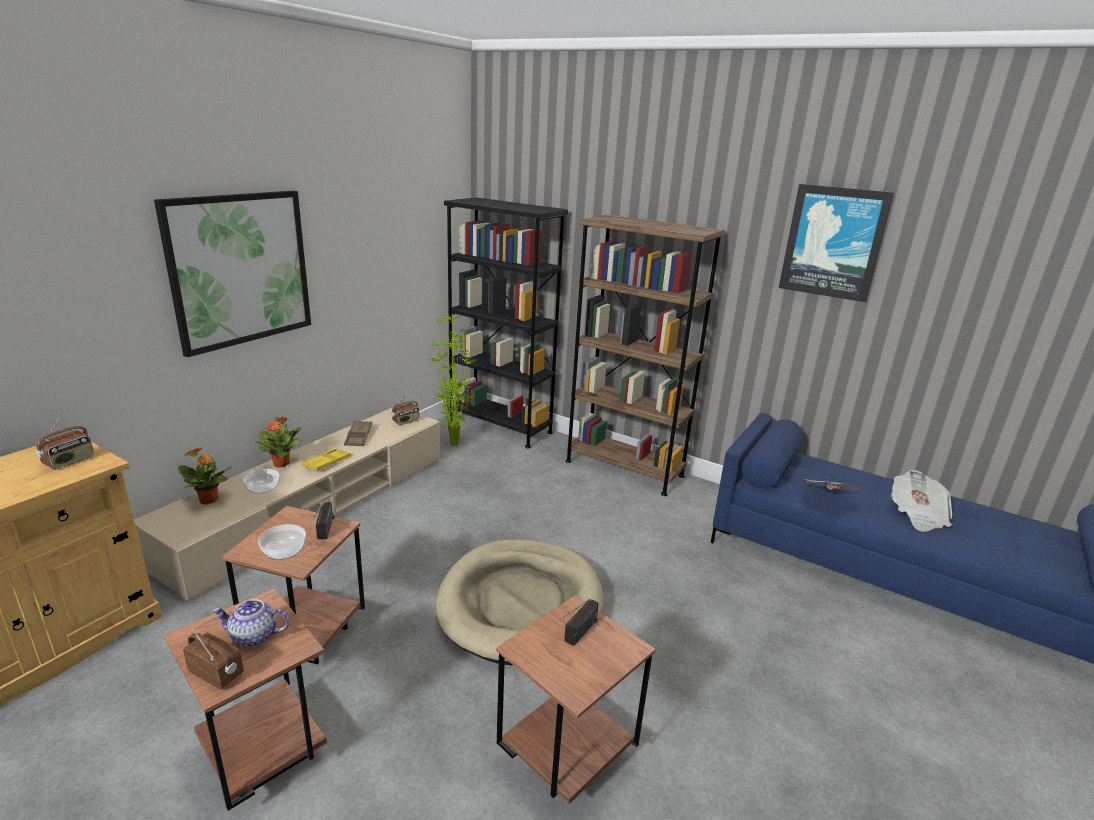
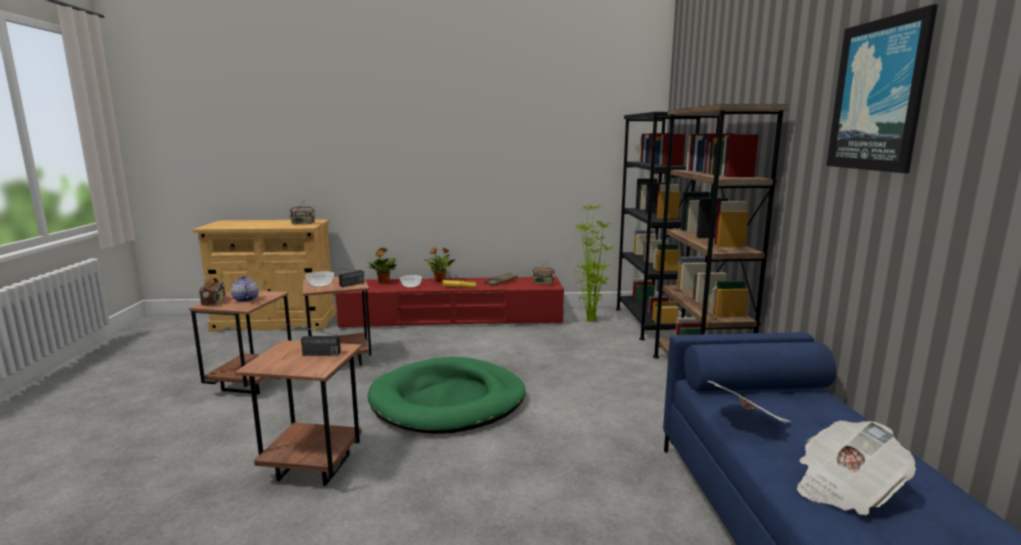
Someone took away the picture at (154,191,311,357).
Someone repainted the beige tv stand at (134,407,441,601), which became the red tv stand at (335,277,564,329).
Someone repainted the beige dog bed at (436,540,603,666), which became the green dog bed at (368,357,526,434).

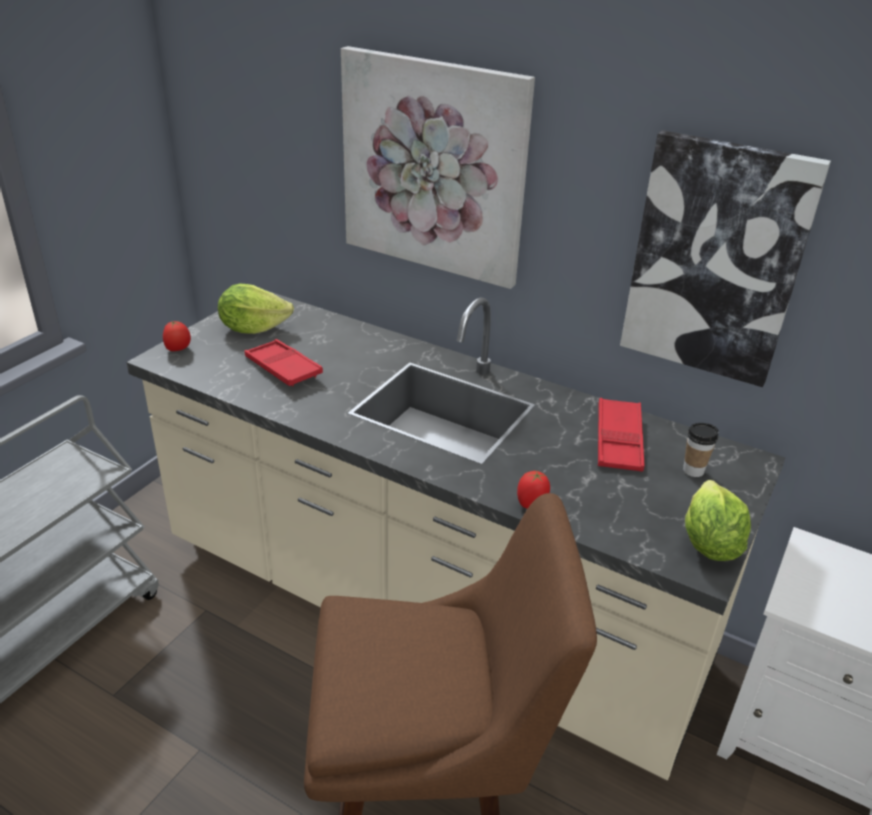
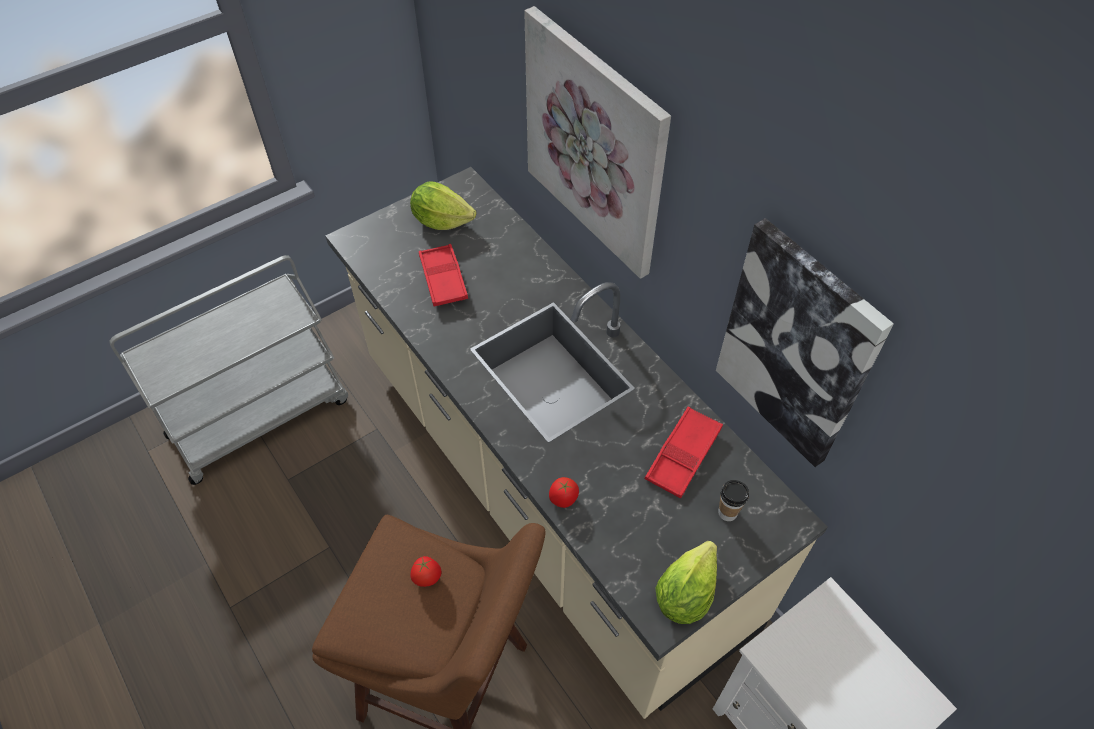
Someone carried the tomato from (163,321,191,351) to (410,556,441,587).

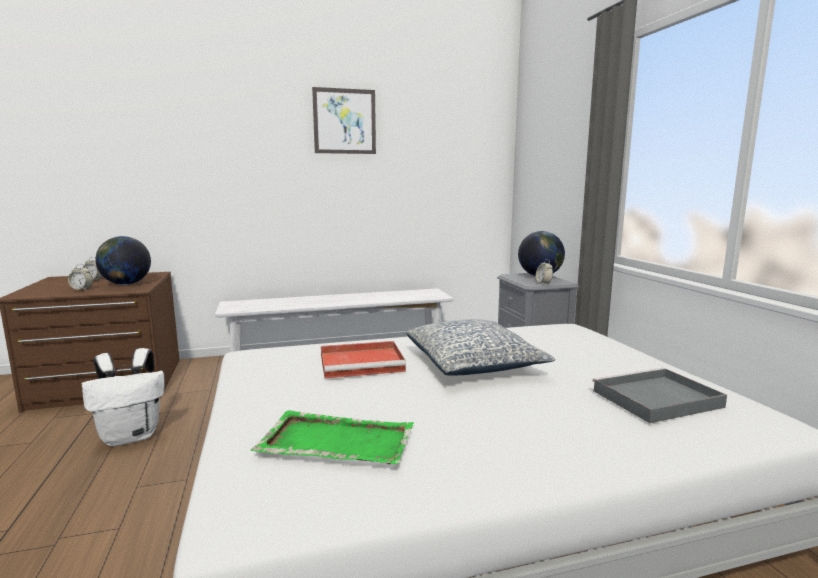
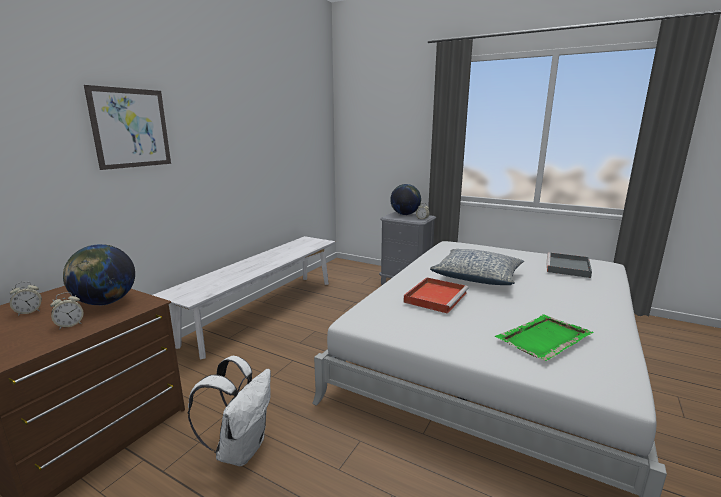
Someone carried the picture from (312,87,376,154) to (84,85,171,170).

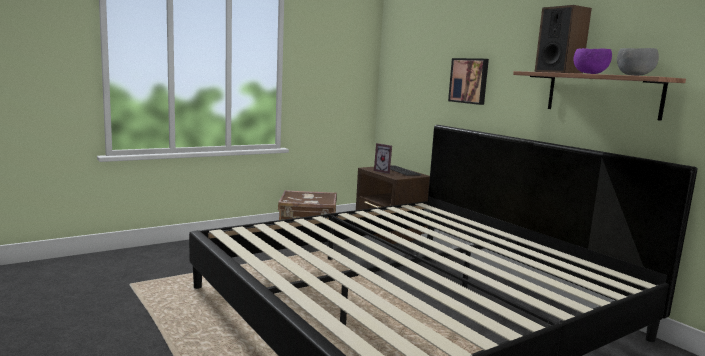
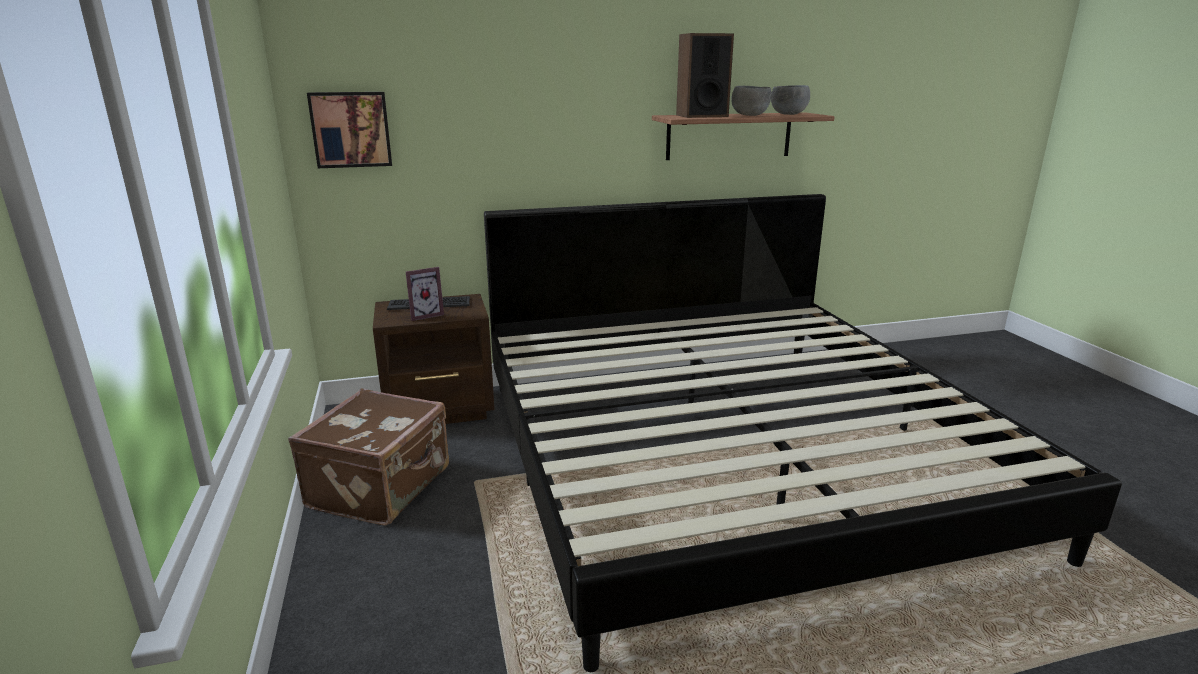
Someone repainted the purple bowl at (574,48,612,74), which became the grey bowl at (732,85,772,116).
Someone carried the picture from (448,58,489,105) to (307,92,392,168).

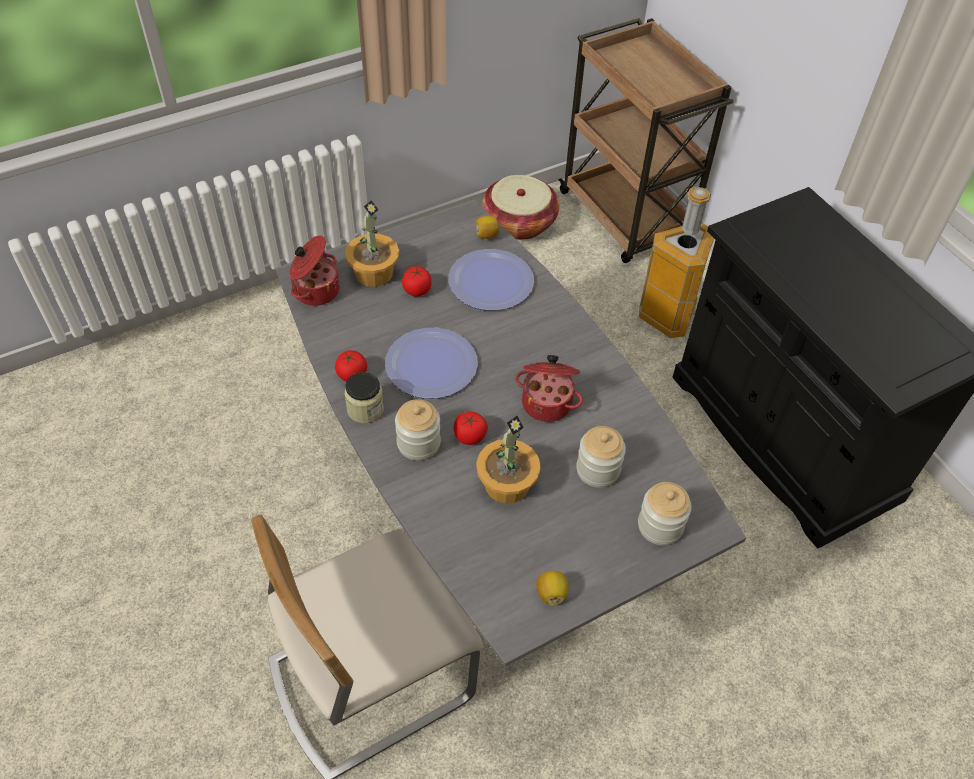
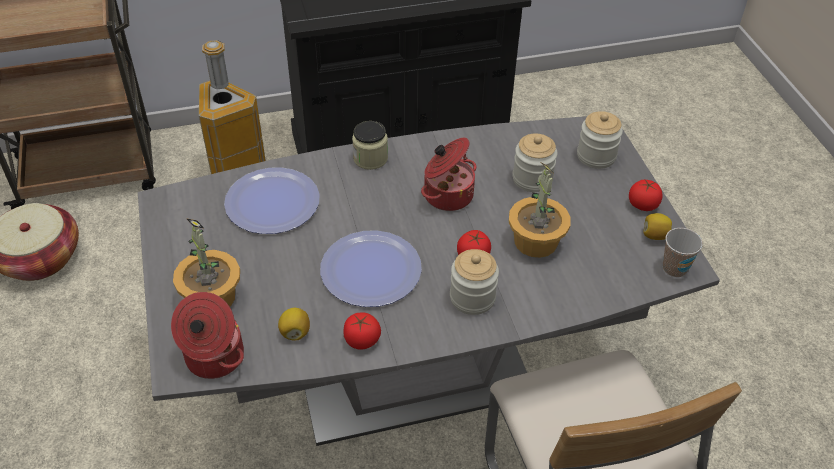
Someone carried the lemon from (476,216,500,239) to (278,308,310,340).
Someone carried the tomato from (402,266,432,297) to (629,180,663,211).
Someone carried the jar from (344,372,384,423) to (352,121,388,170).
Someone put down the cup at (663,228,703,277).

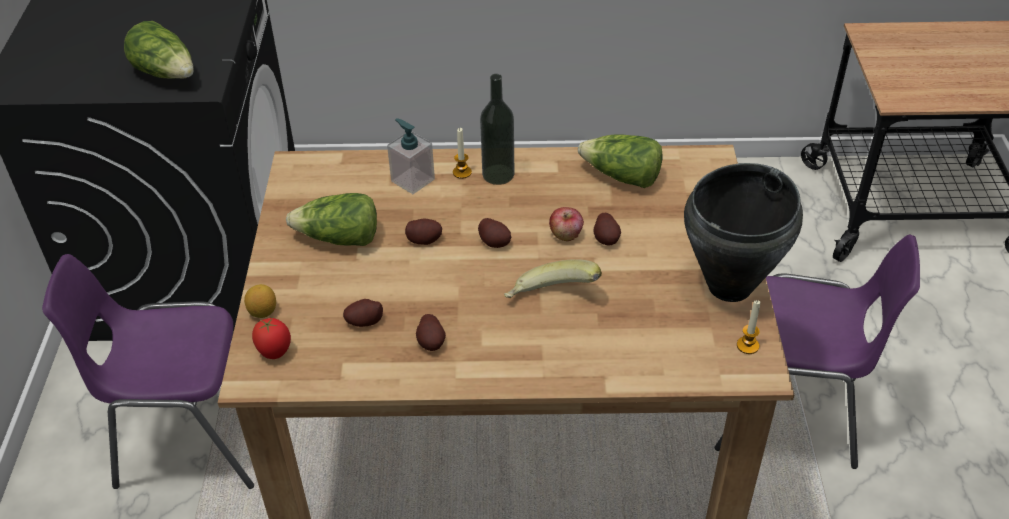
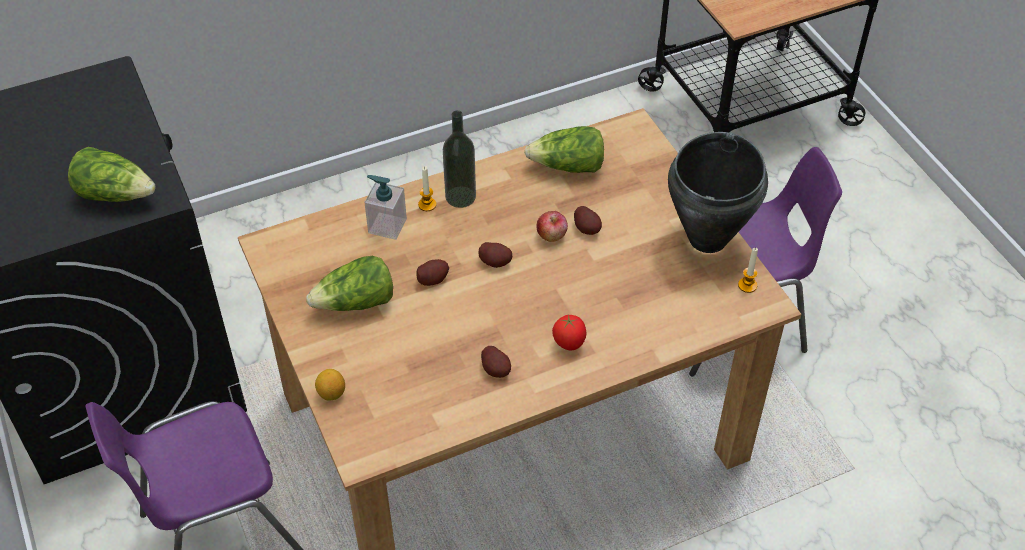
Someone took away the banana at (504,259,602,298).
Someone took away the potato at (343,299,383,327).
Someone carried the tomato from (252,318,291,359) to (552,314,586,350).

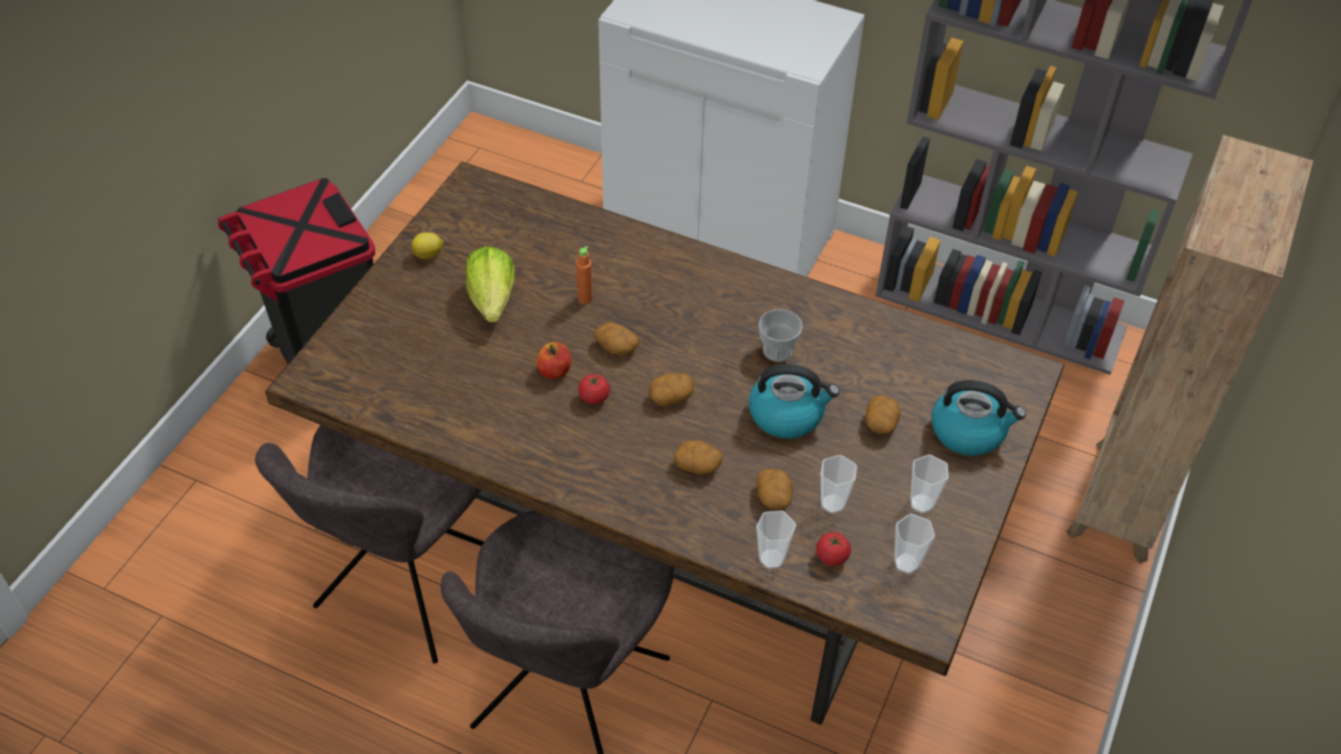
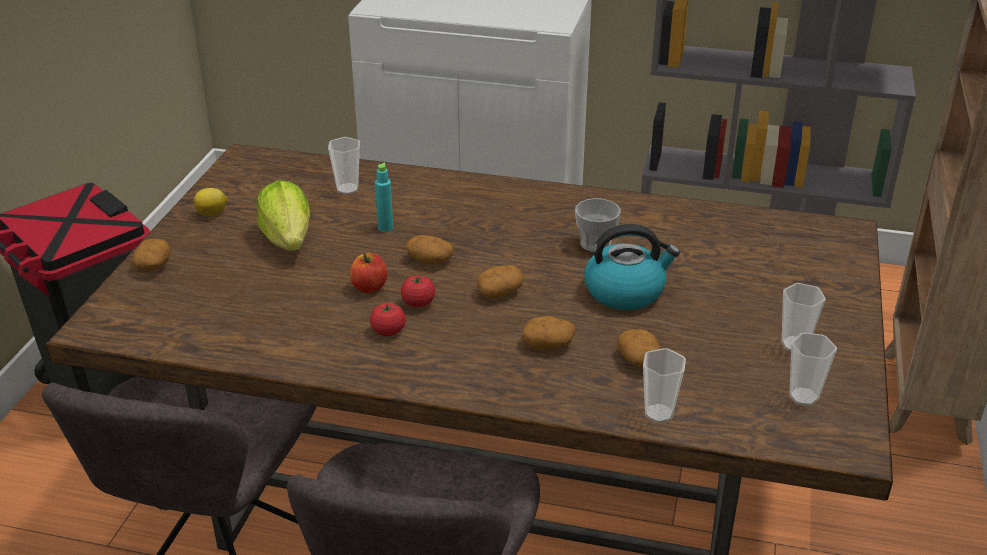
Someone repainted the orange bottle at (576,246,593,304), which became the turquoise bottle at (375,163,393,232).
Someone took away the kettle at (932,380,1026,456).
Someone carried the potato from (866,395,900,434) to (133,239,171,271).
Someone carried the cup from (821,455,857,514) to (328,137,360,195).
Someone carried the tomato from (816,532,851,566) to (370,303,406,336).

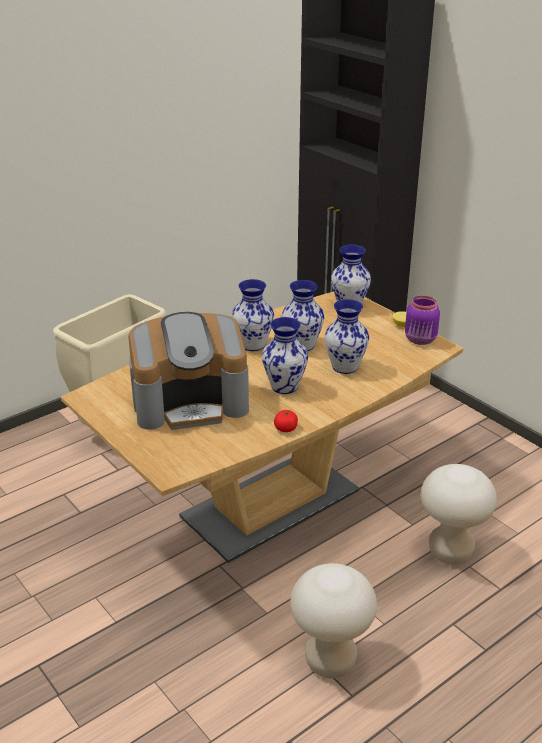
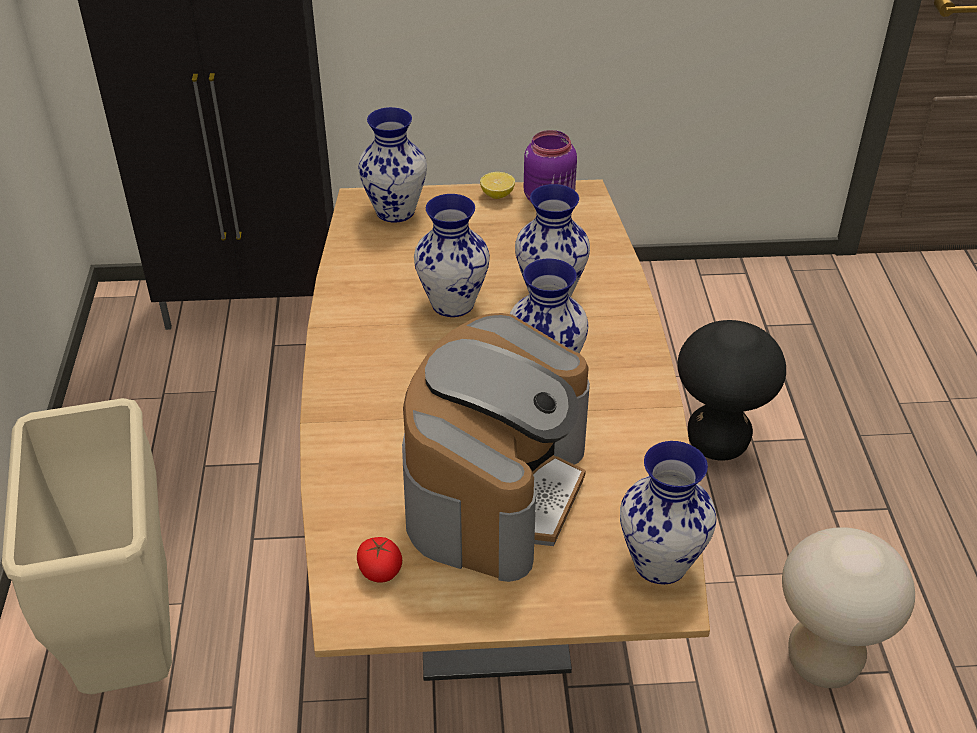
Someone carried the vase from (231,279,274,351) to (620,441,717,584).
Someone carried the tomato from (274,410,298,432) to (357,537,402,583).
Someone repainted the beige stool at (421,464,497,565), which became the black stool at (678,320,786,461).

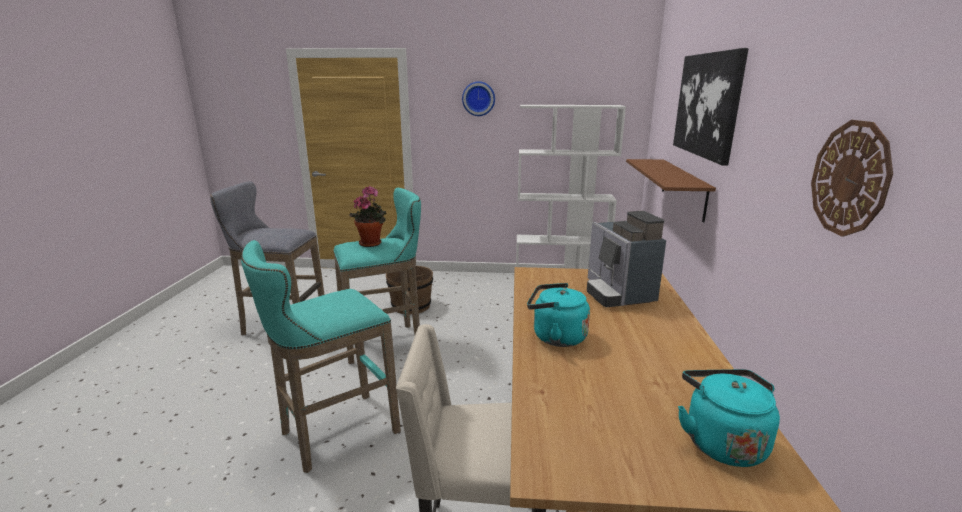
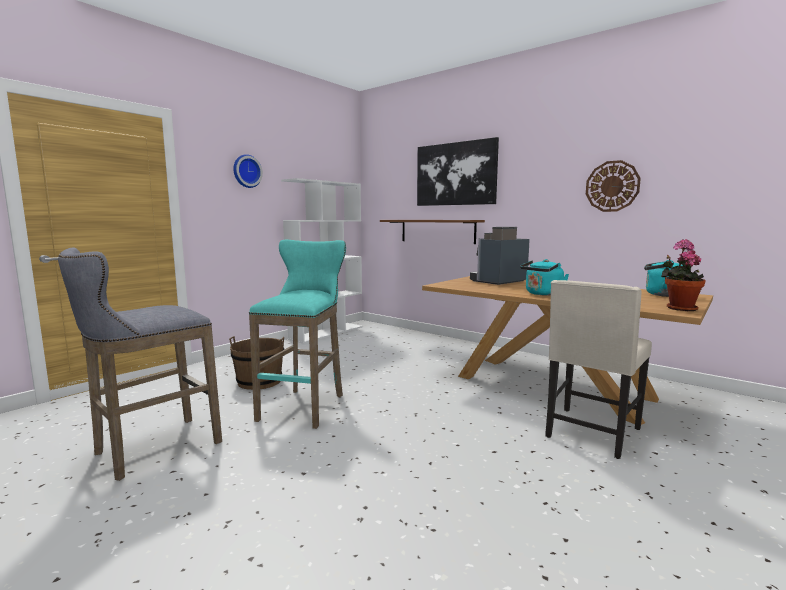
Someone carried the potted plant from (349,186,387,247) to (661,239,706,311).
Someone rotated the coffee machine at (587,211,666,307) by 120 degrees clockwise.
Someone took away the turquoise stool at (241,240,401,473).

